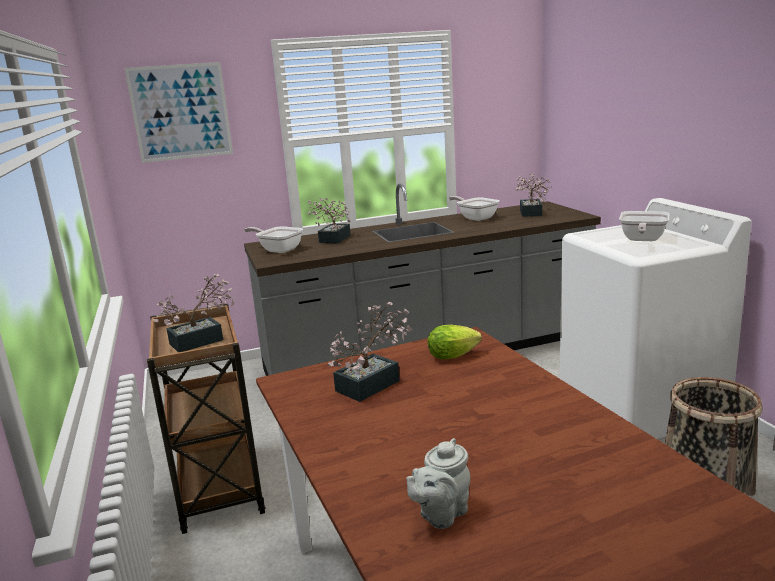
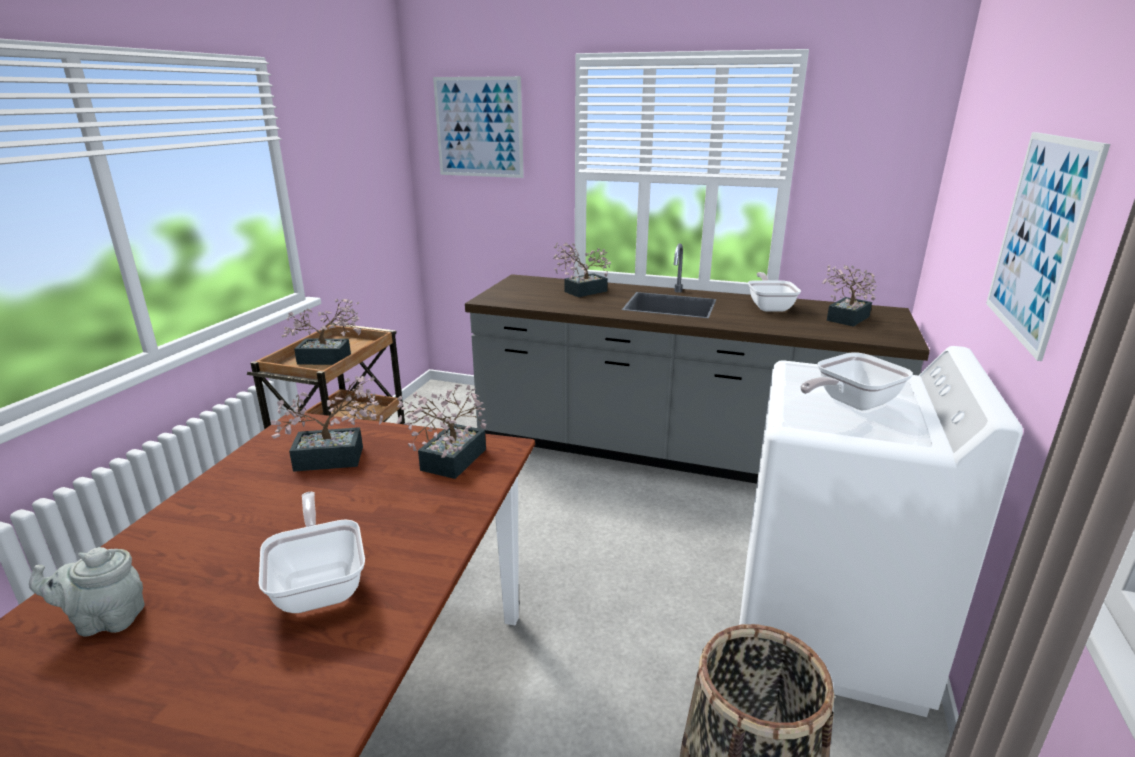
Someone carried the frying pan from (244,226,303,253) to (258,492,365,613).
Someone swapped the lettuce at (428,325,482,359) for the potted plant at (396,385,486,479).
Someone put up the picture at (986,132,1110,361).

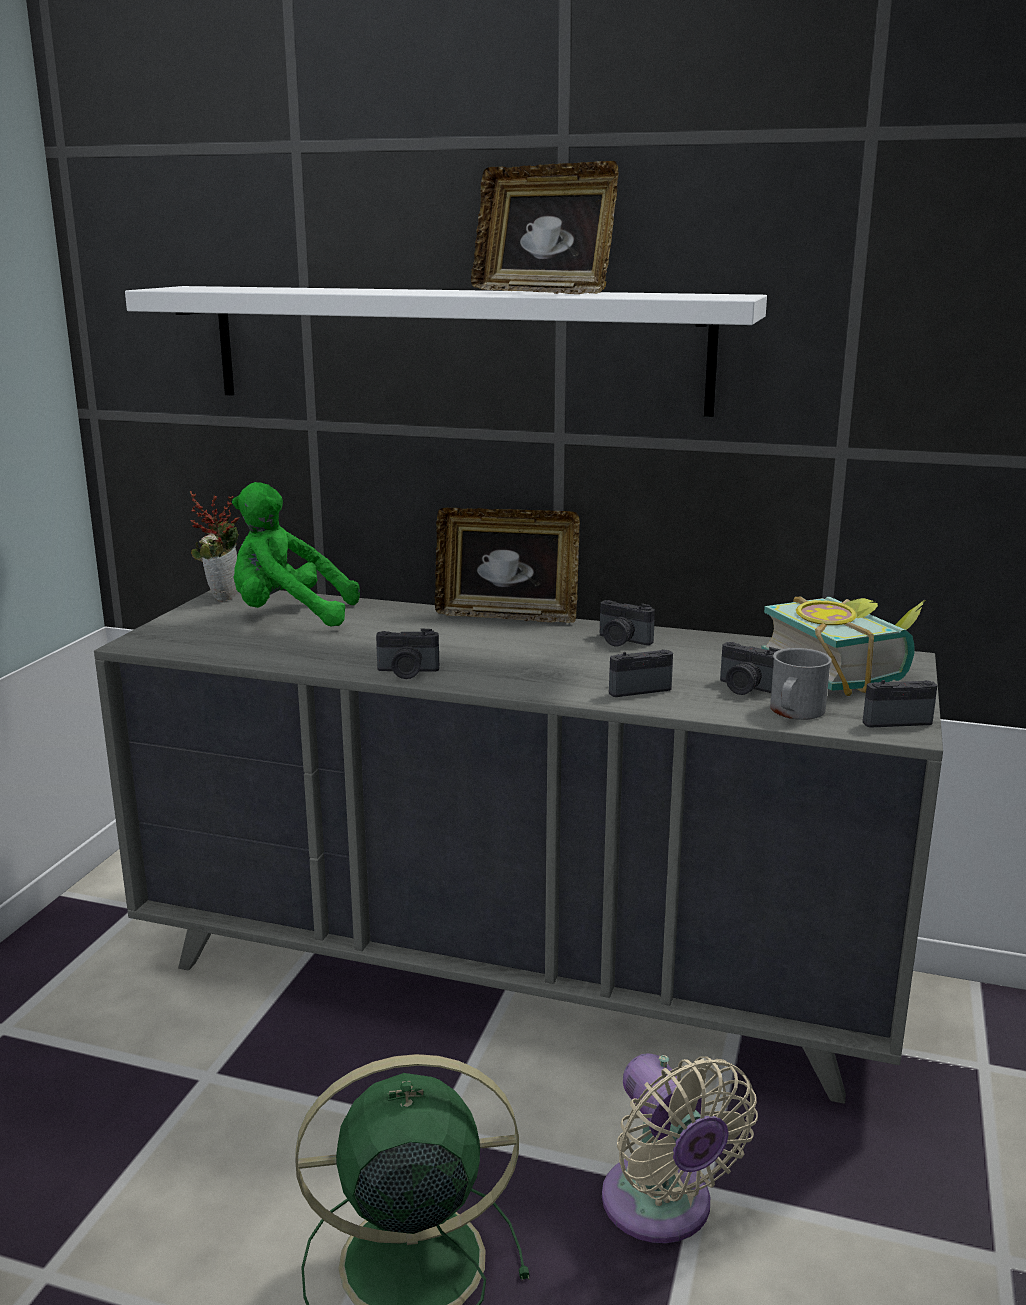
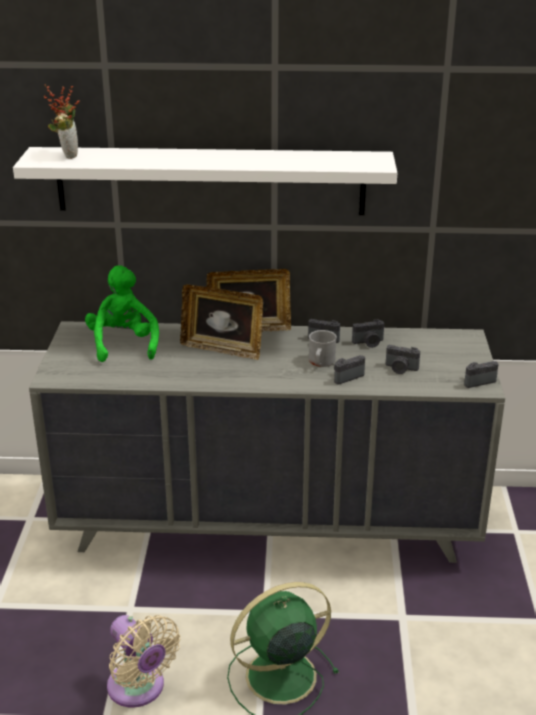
Someone carried the picture frame from (471,161,619,294) to (180,285,263,360).
Someone rotated the green plush toy at (232,482,360,627) by 90 degrees clockwise.
Someone carried the potted plant from (190,491,239,602) to (44,85,80,159).
Someone took away the book at (761,596,926,696).
Someone carried the photo camera from (376,628,439,679) to (352,319,384,348).
Someone carried the grey mug from (770,648,832,720) to (309,330,337,367).
Someone carried the beige fan from (602,1053,758,1243) to (107,615,180,708).

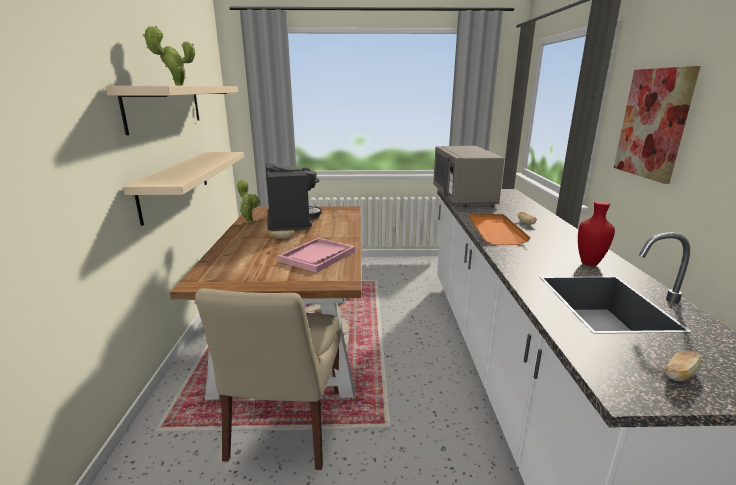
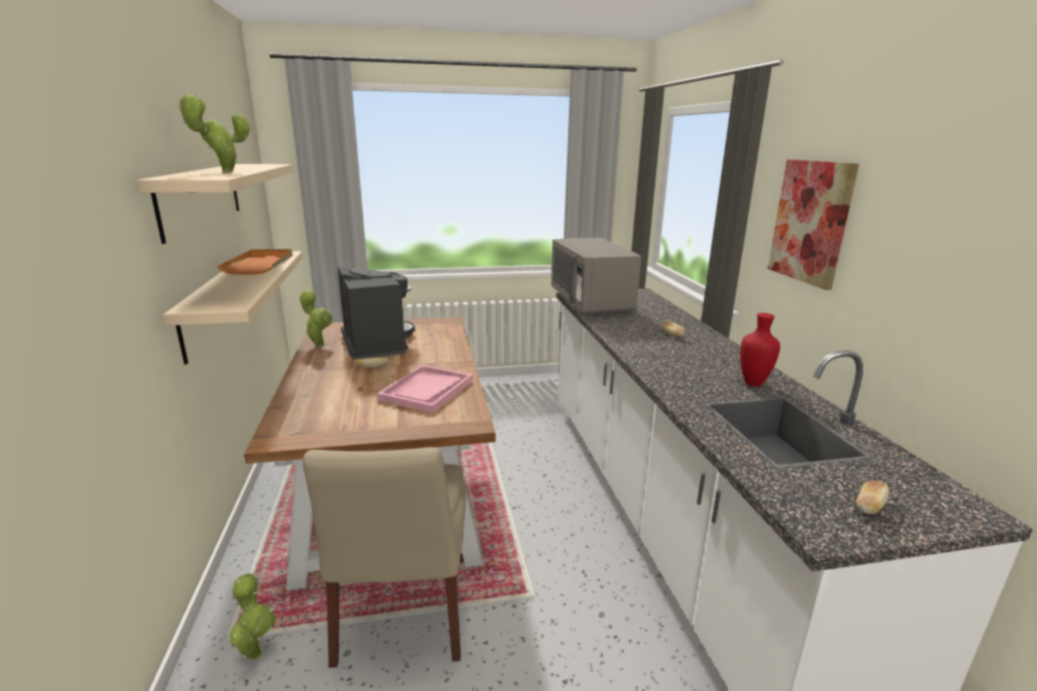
Someone carried the orange tray from (468,214,531,245) to (217,249,292,275).
Someone put down the potted plant at (229,573,276,660).

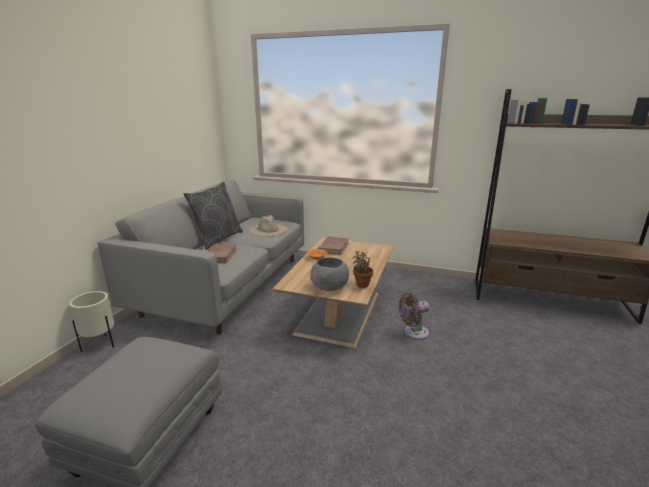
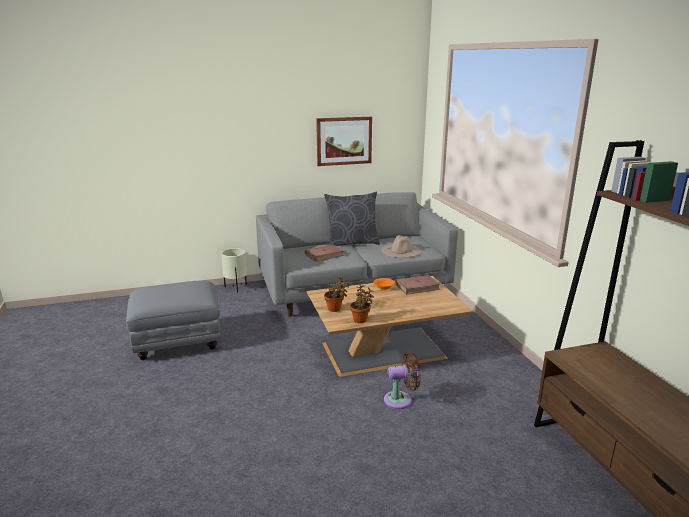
Someone swapped the grey bowl at (310,257,349,291) for the potted plant at (324,276,349,312).
Someone rotated the brown fan at (399,293,430,340) by 135 degrees clockwise.
Someone put up the picture at (316,117,372,166).

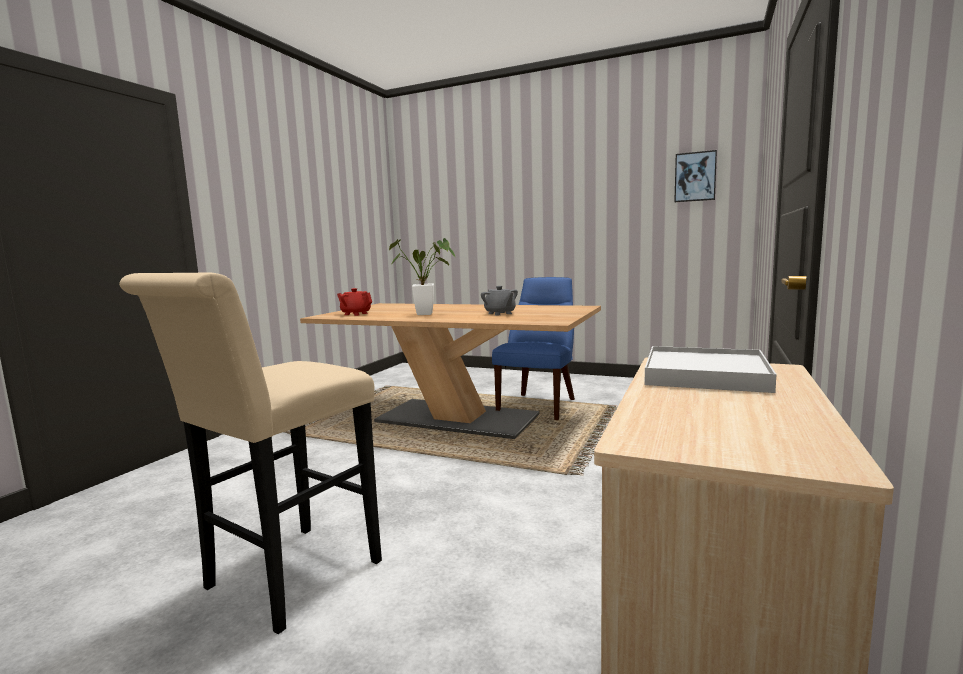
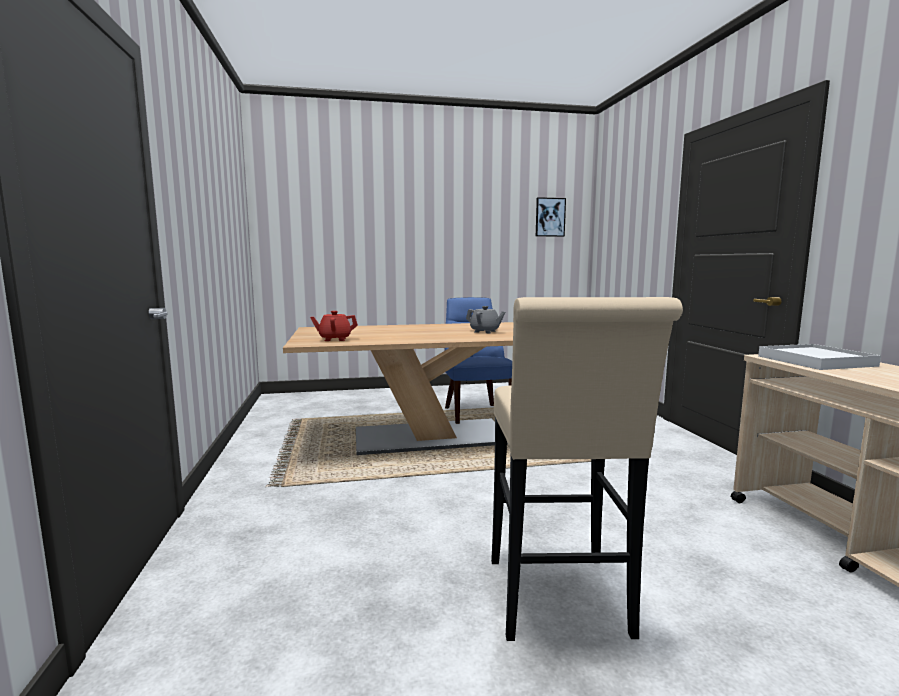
Someone took away the potted plant at (389,238,456,315).

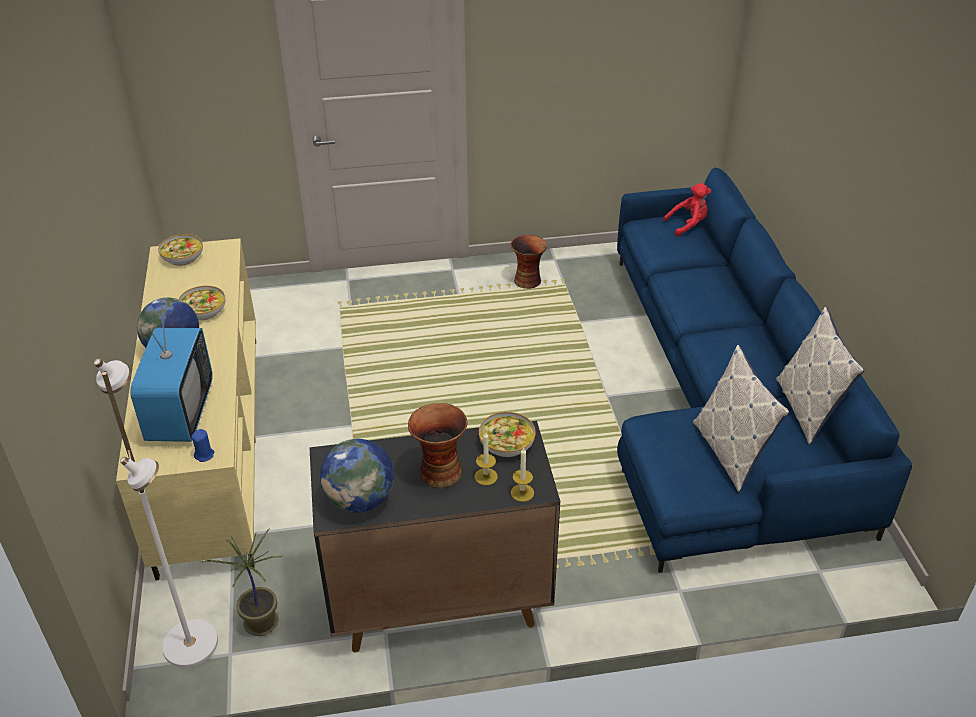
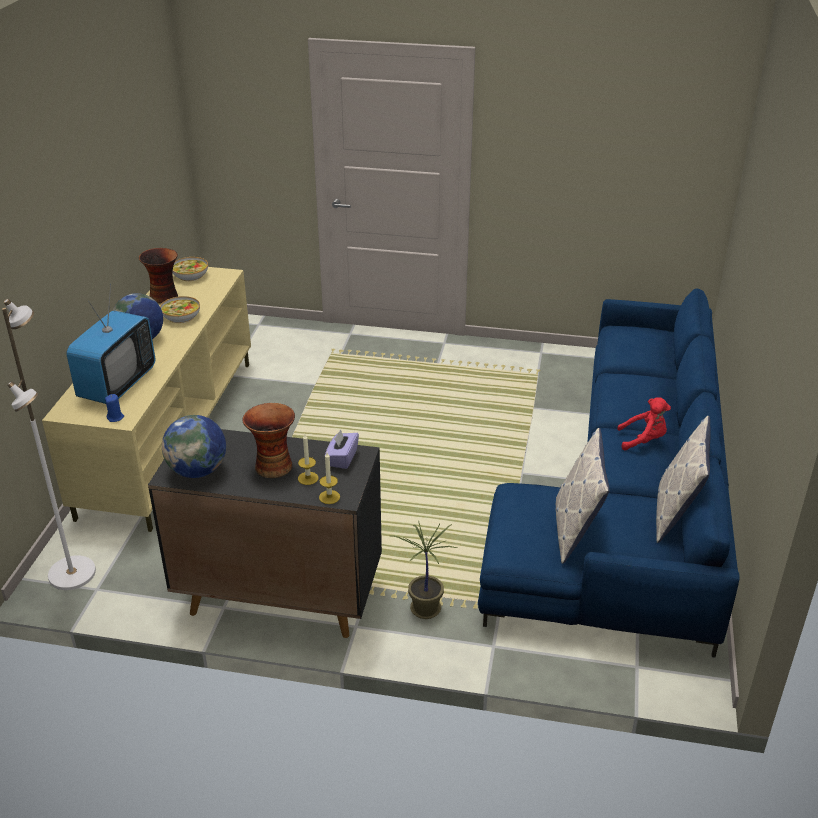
Someone carried the red plush toy from (663,183,711,236) to (617,397,671,450).
Someone carried the vase from (511,235,547,289) to (139,248,178,304).
Someone swapped the bowl at (479,412,535,457) for the purple tissue box at (325,429,359,469).
Someone carried the potted plant from (202,529,282,636) to (390,520,458,619).

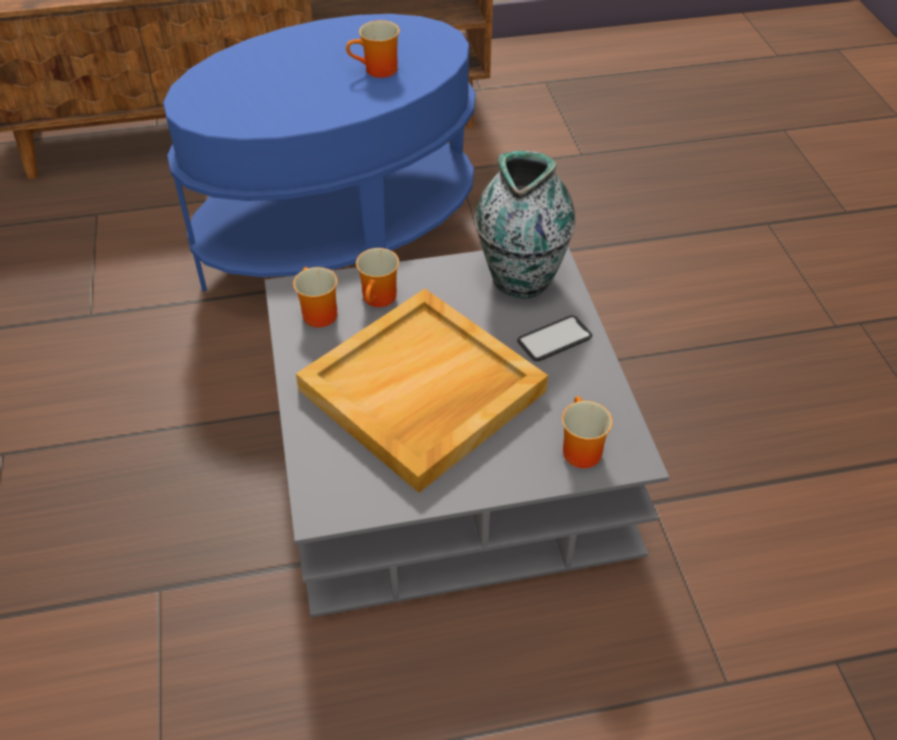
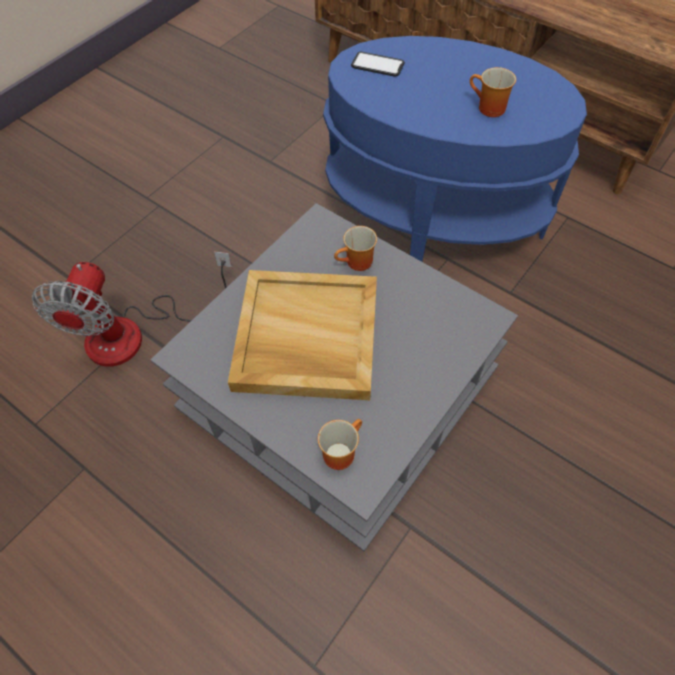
Someone took away the vase at (475,151,576,299).
Someone took away the mug at (293,267,338,328).
Someone carried the phone from (517,315,592,361) to (351,52,405,76).
Someone put down the fan at (32,251,232,367).

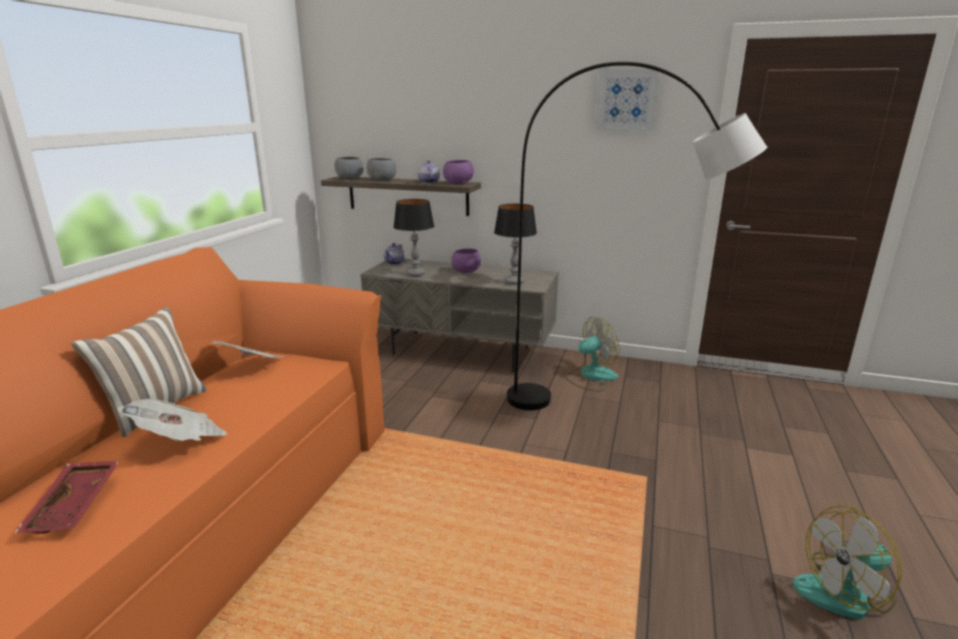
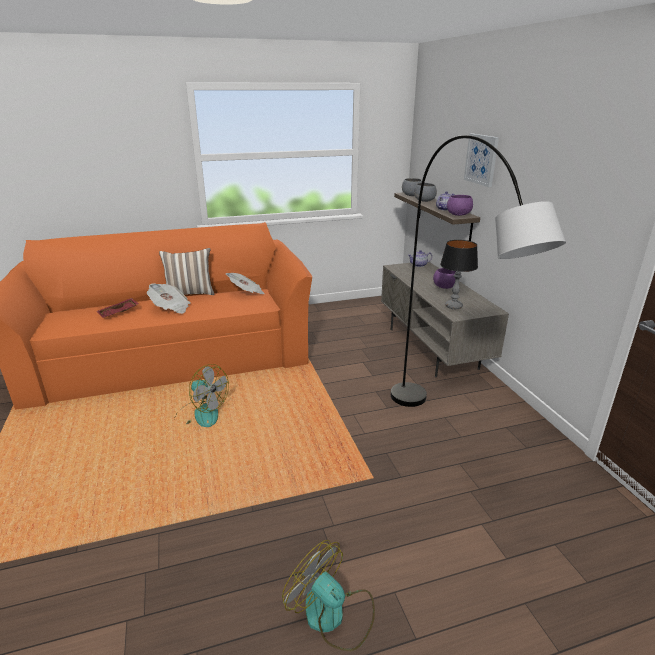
Someone carried the picture from (595,68,660,131) to (464,134,499,187).
Someone took away the table lamp at (393,199,434,277).
Someone carried the fan from (565,317,620,391) to (174,364,229,427).

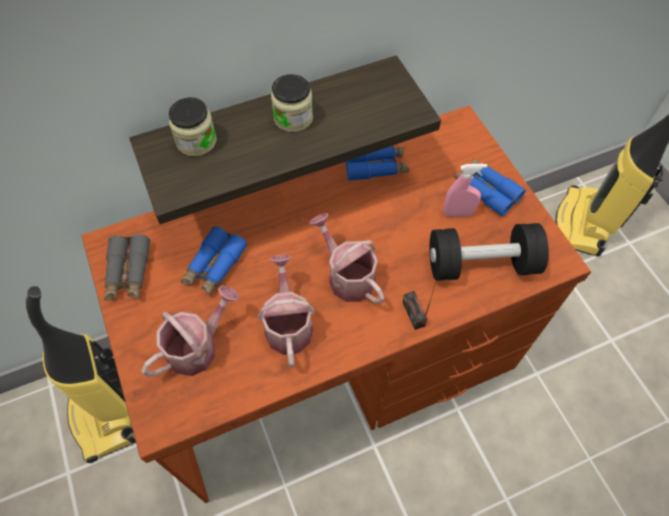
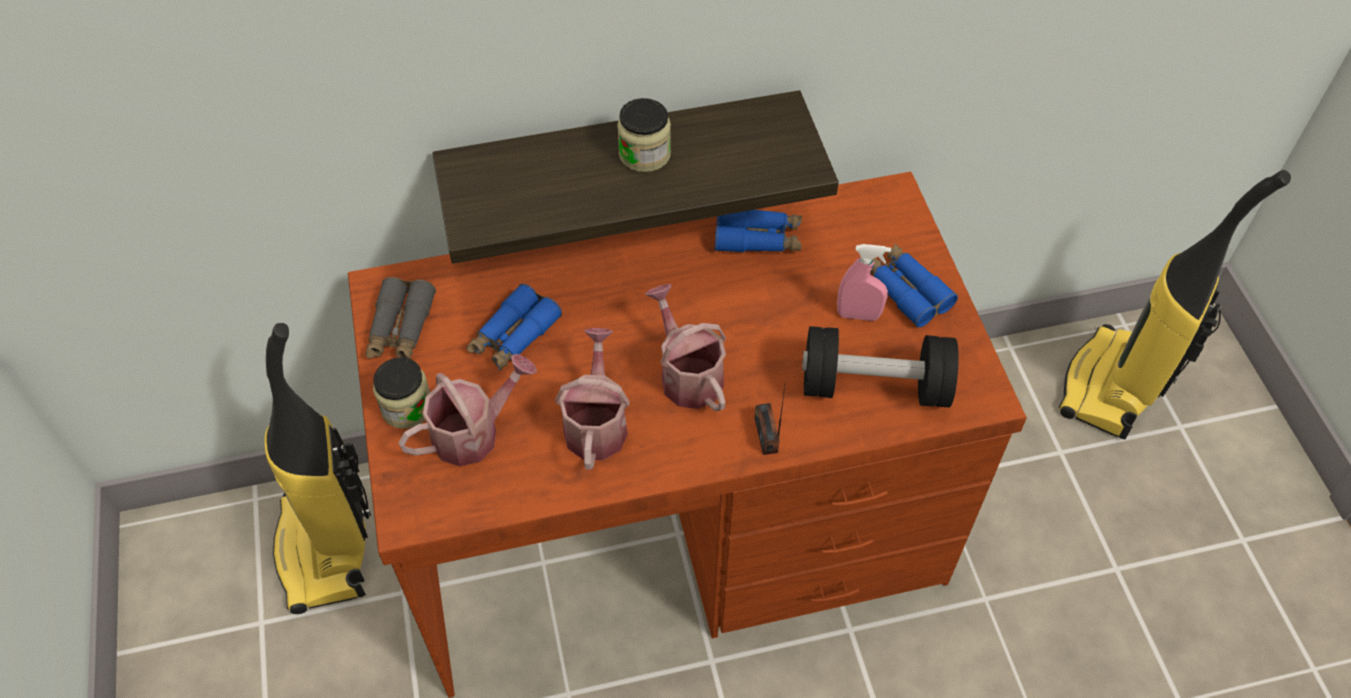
Someone carried the jar from (169,97,217,156) to (373,357,430,429).

